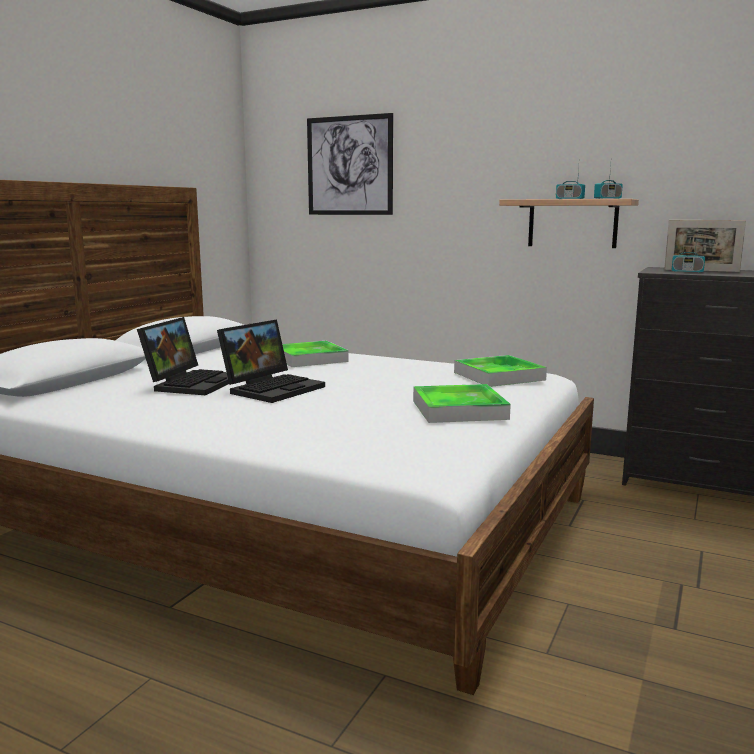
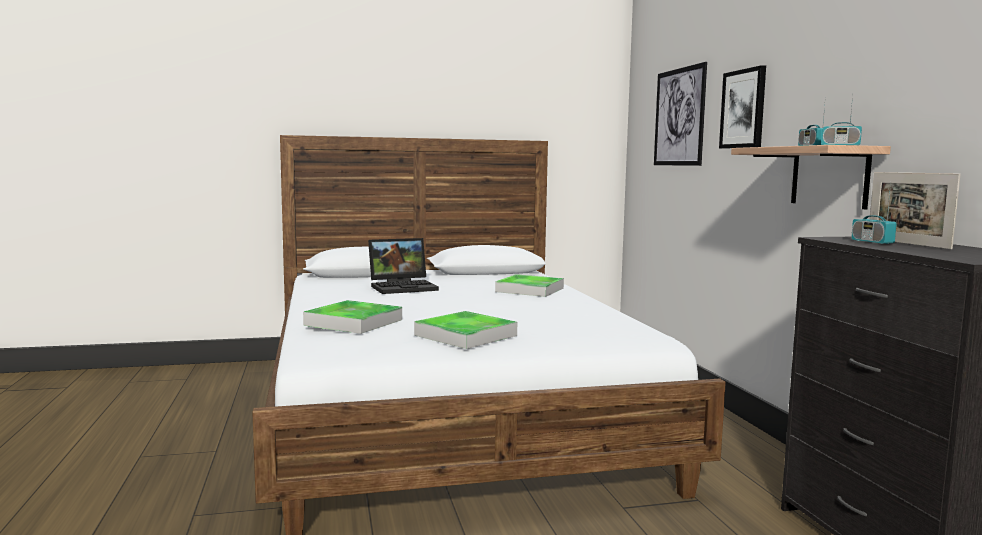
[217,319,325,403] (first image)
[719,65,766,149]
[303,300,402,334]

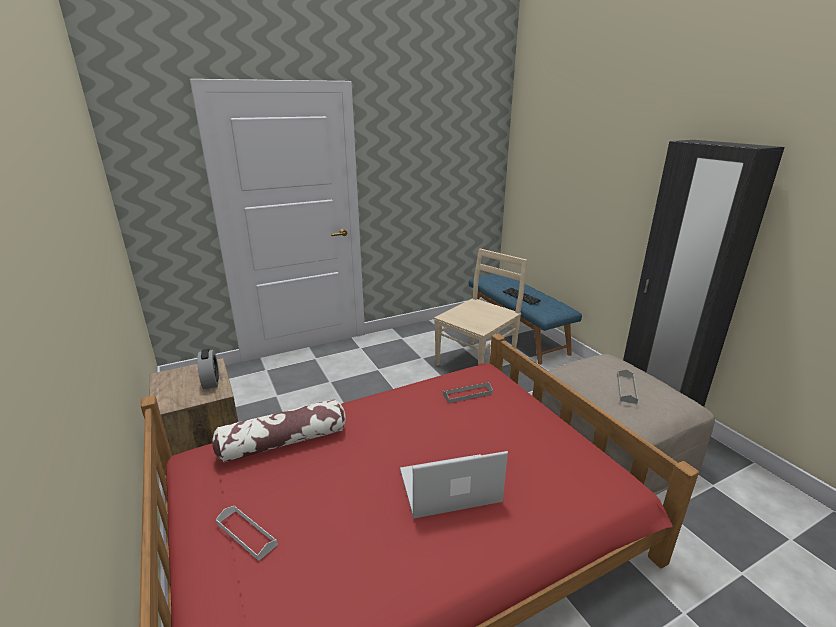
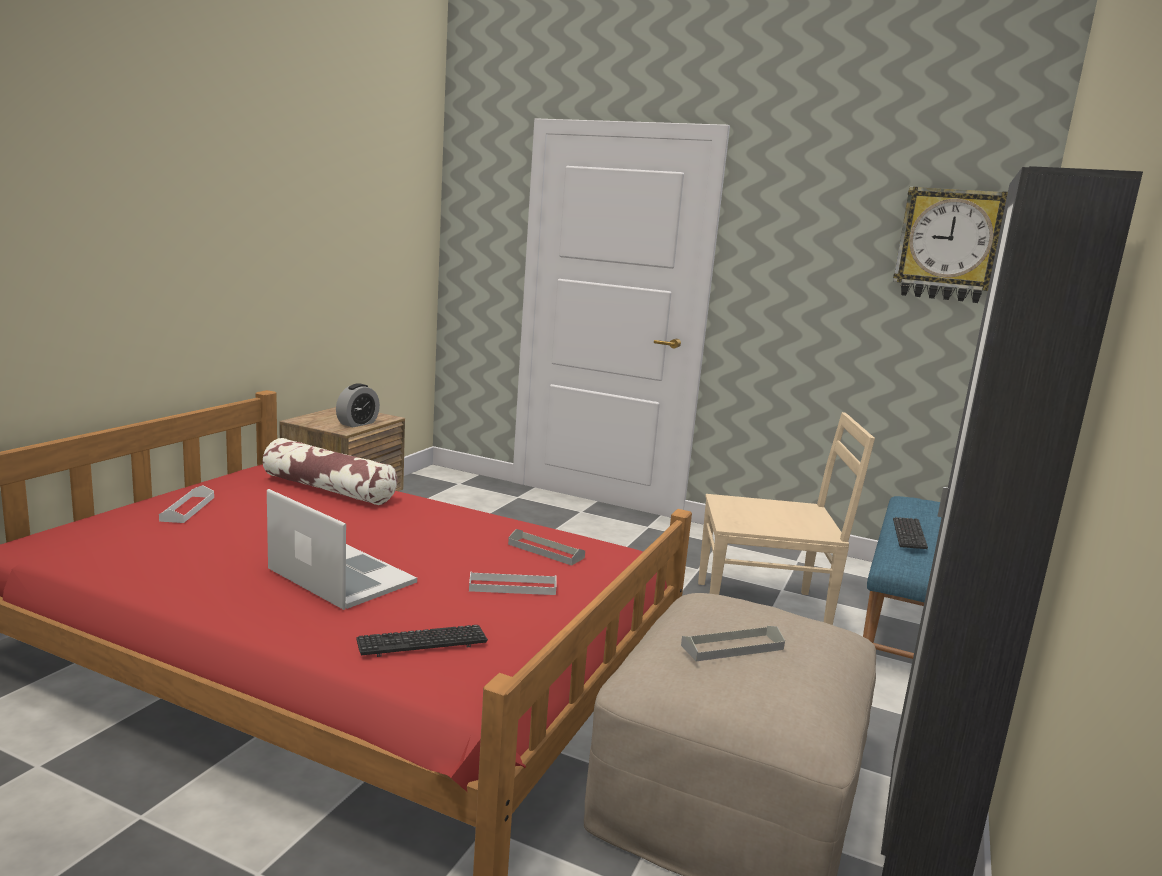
[357,625,488,657]
[469,571,556,595]
[893,186,1008,303]

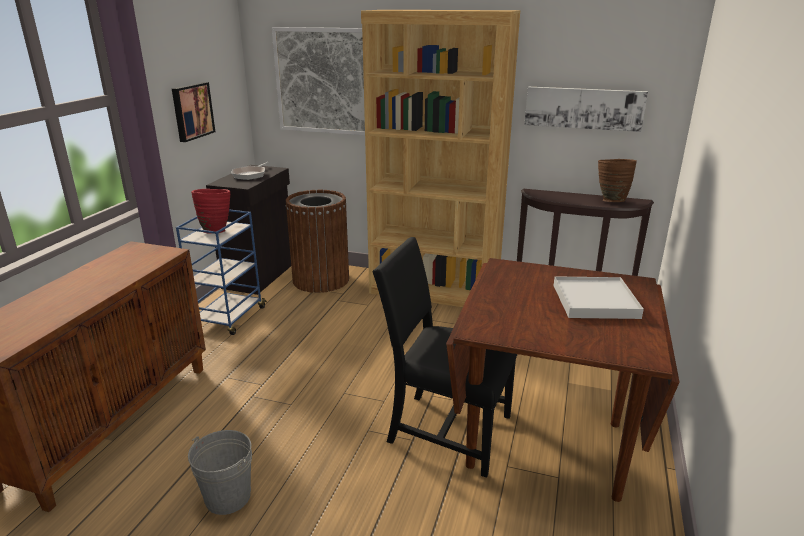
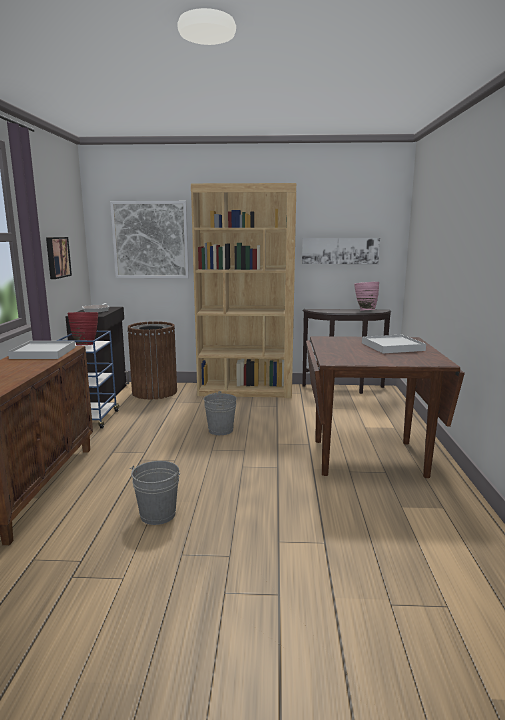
[372,237,517,477] (first image)
[8,341,75,359]
[204,391,237,435]
[354,282,379,311]

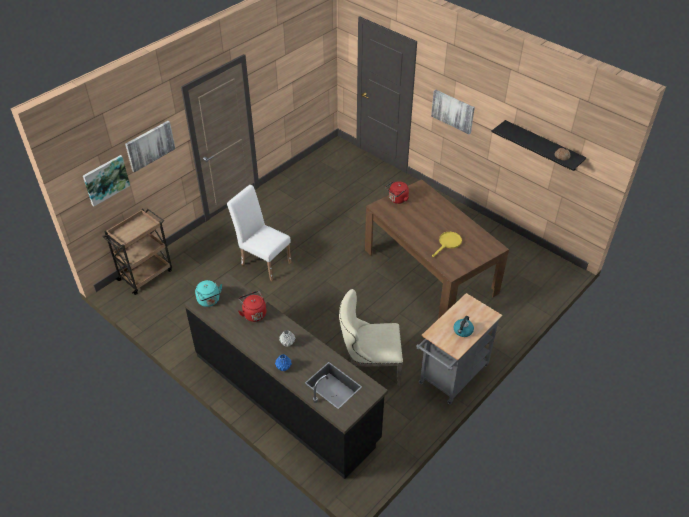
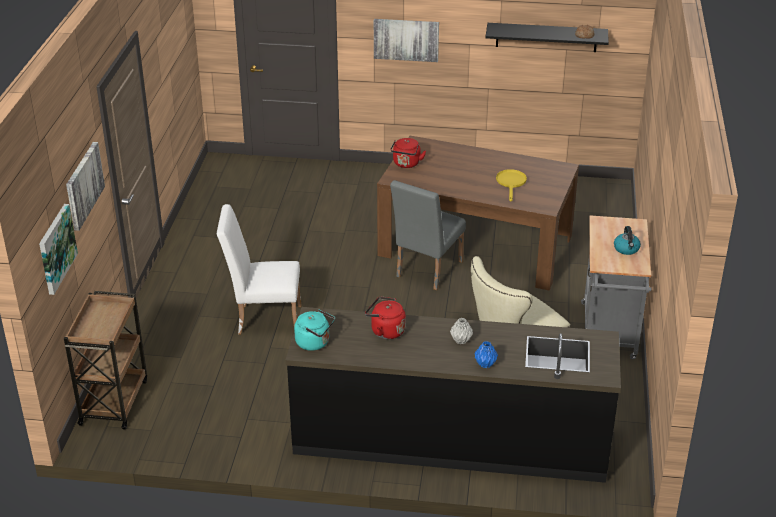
[390,180,466,290]

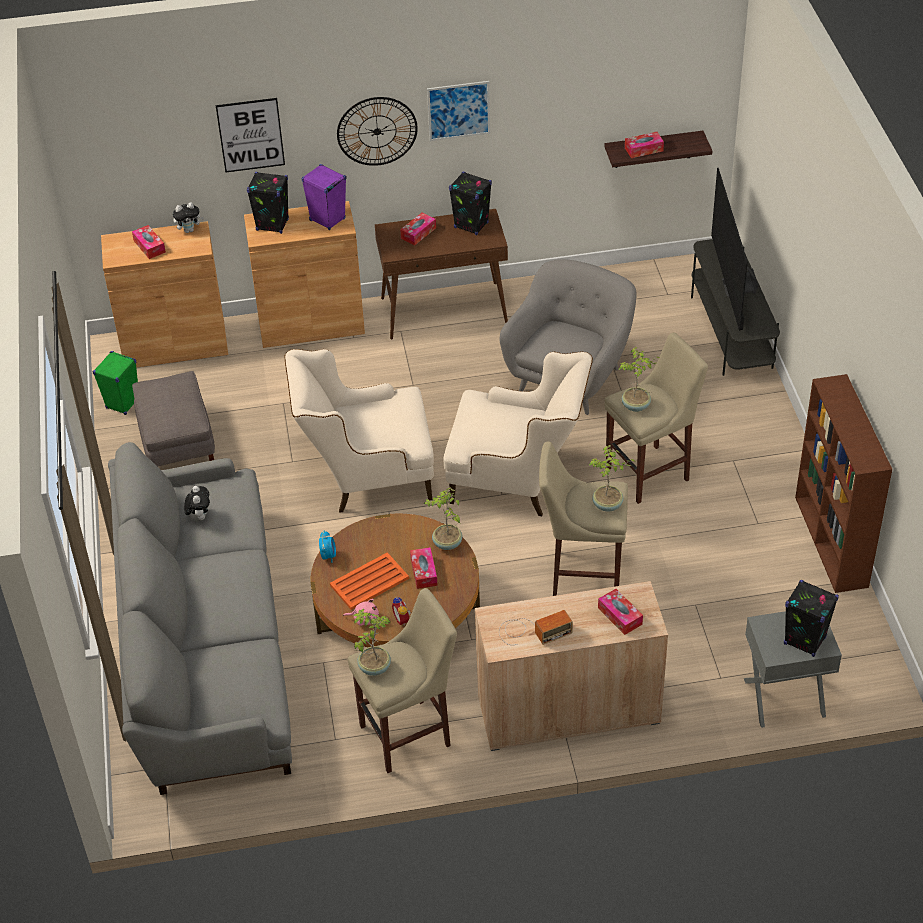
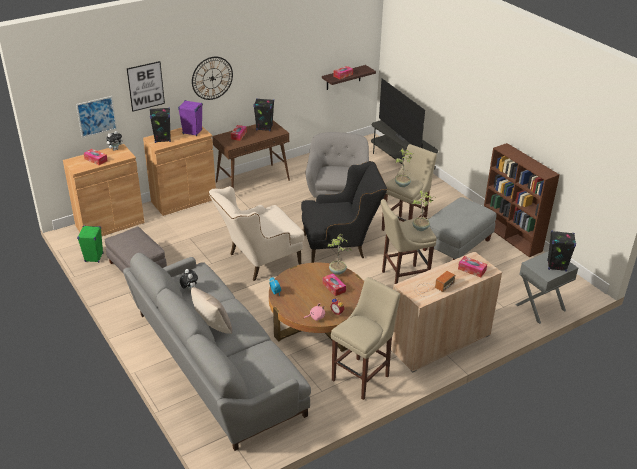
[330,552,409,610] (first image)
[352,609,391,676] (first image)
[191,287,232,334]
[423,197,496,260]
[76,96,117,138]
[301,161,387,263]

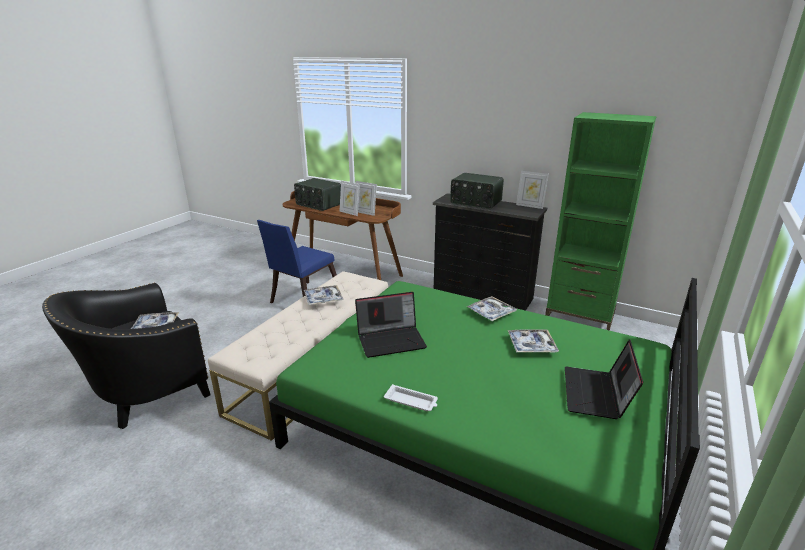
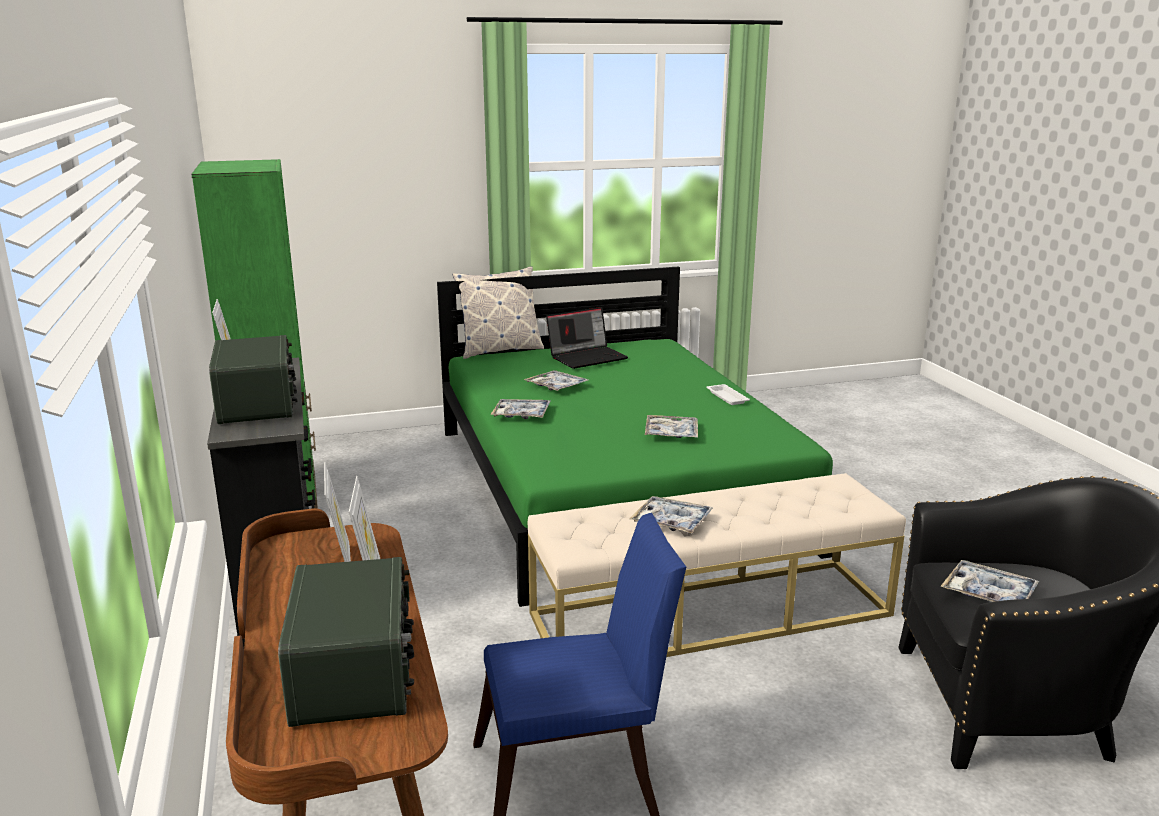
[452,267,544,359]
[645,415,698,438]

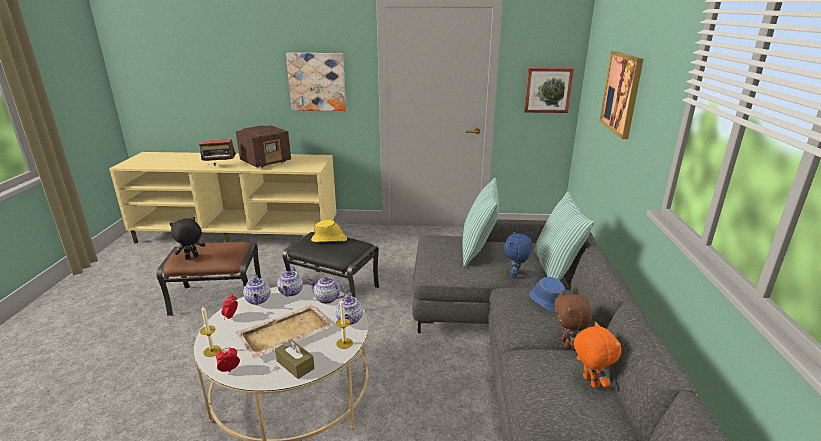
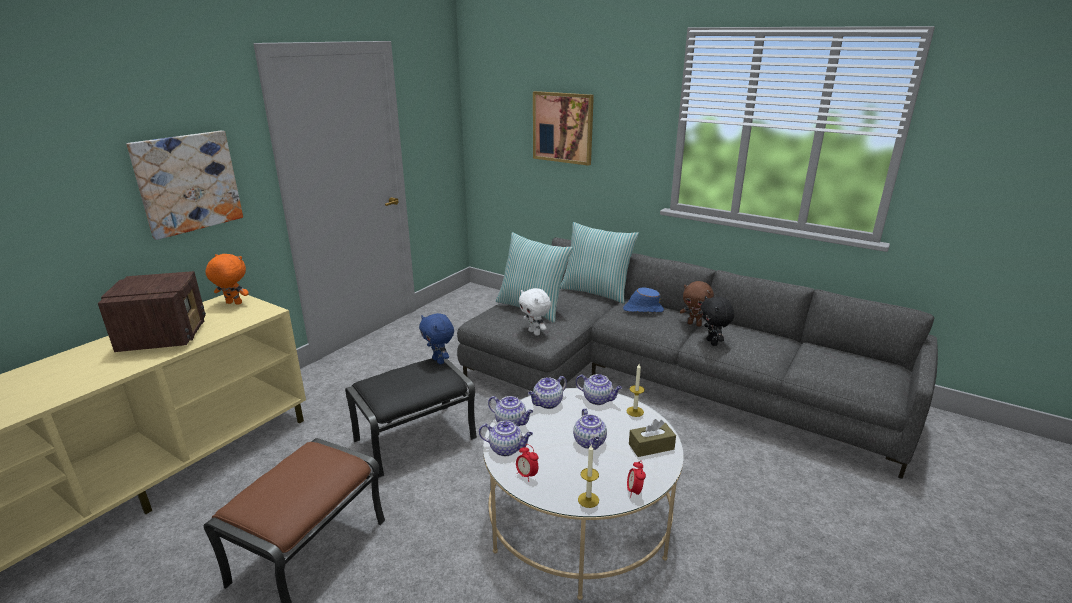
[199,139,236,166] (first image)
[311,220,347,242] (first image)
[524,68,574,113] (first image)
[519,288,551,336]
[701,296,734,346]
[419,313,454,364]
[205,254,249,305]
[573,408,607,450]

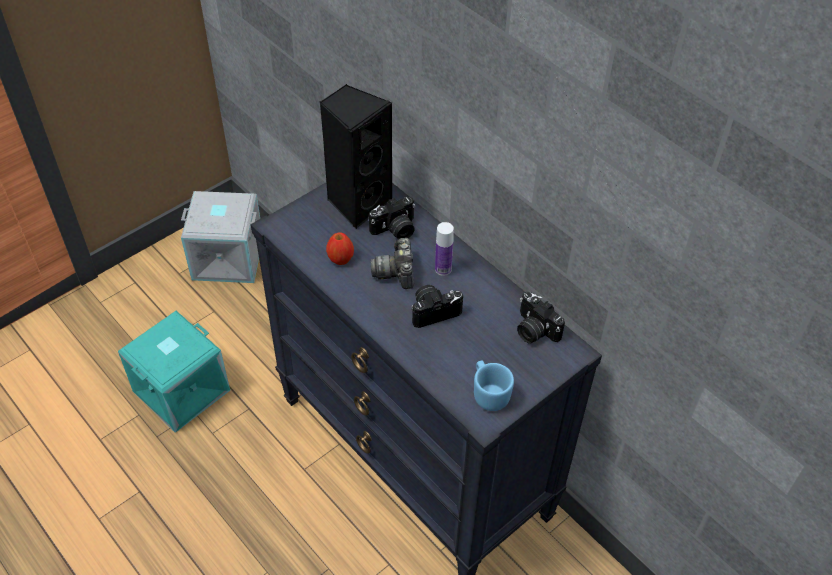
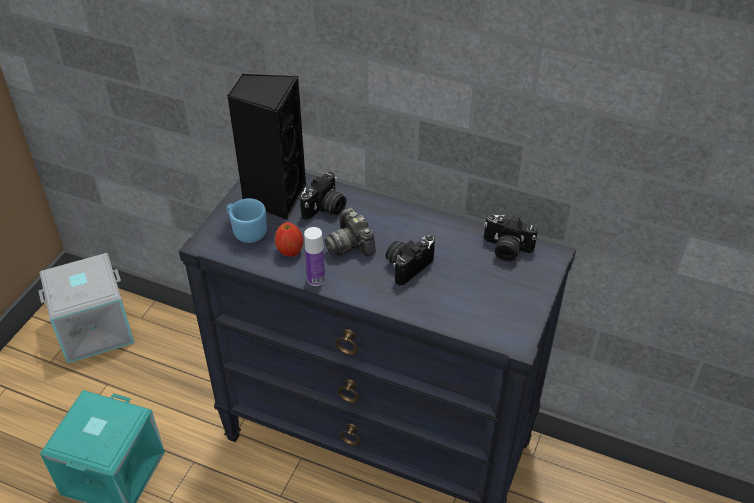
[304,227,325,286]
[226,198,267,243]

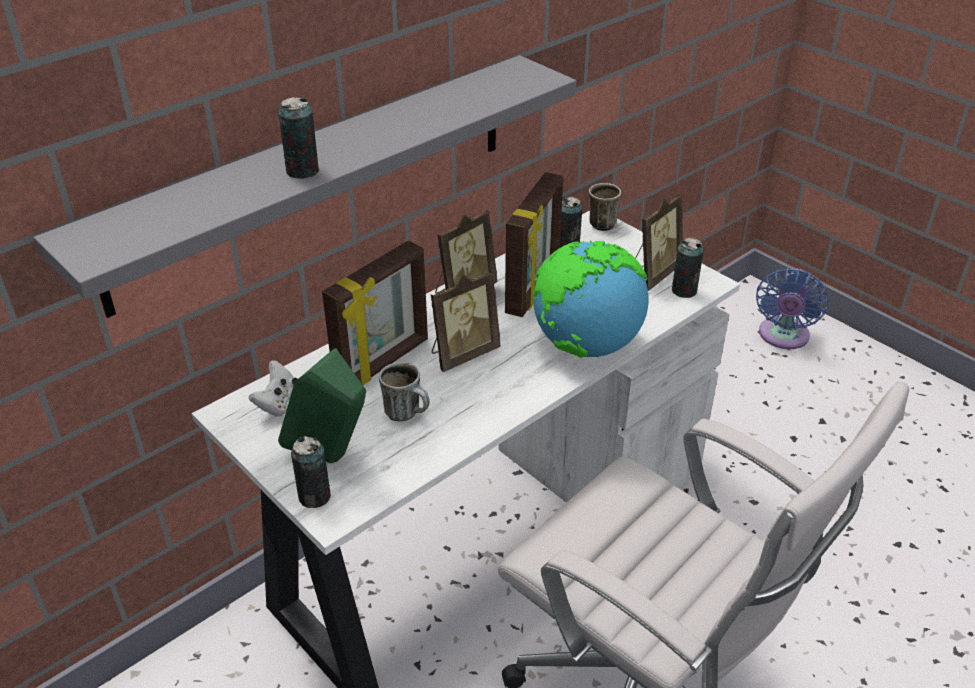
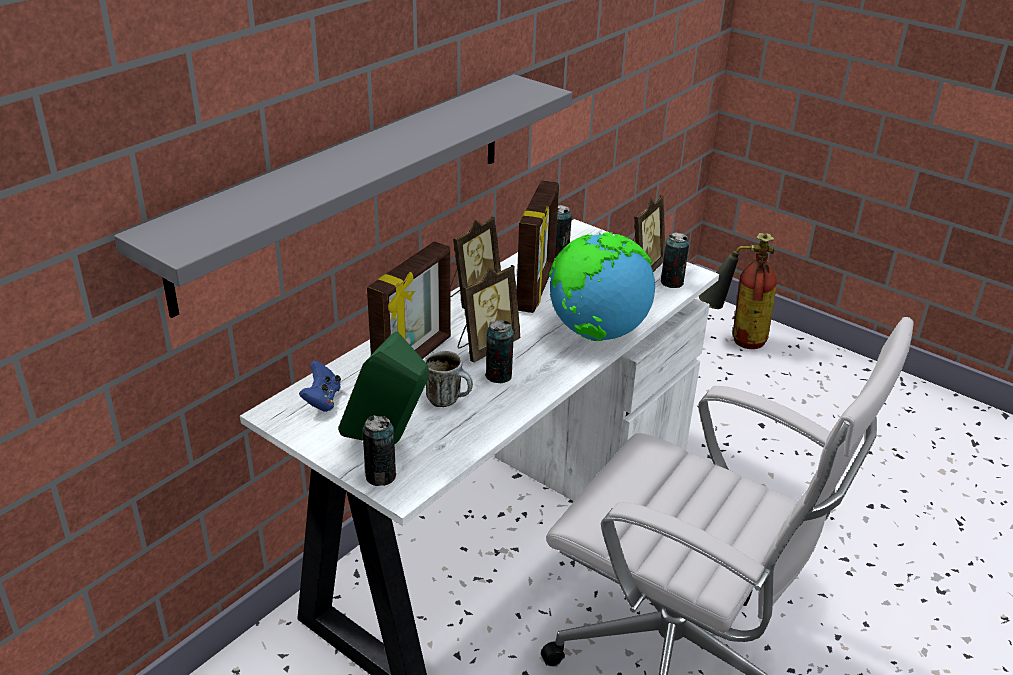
[589,183,621,231] (first image)
[485,320,514,383]
[699,233,777,349]
[299,360,341,412]

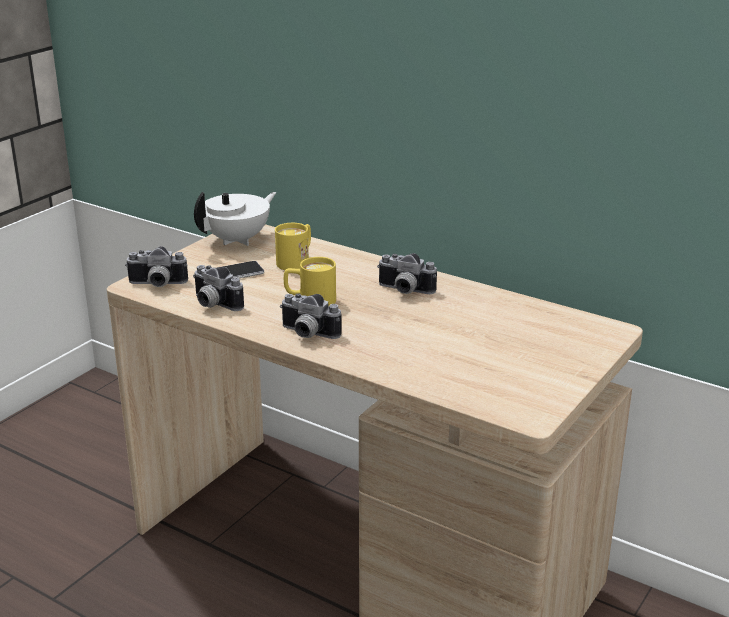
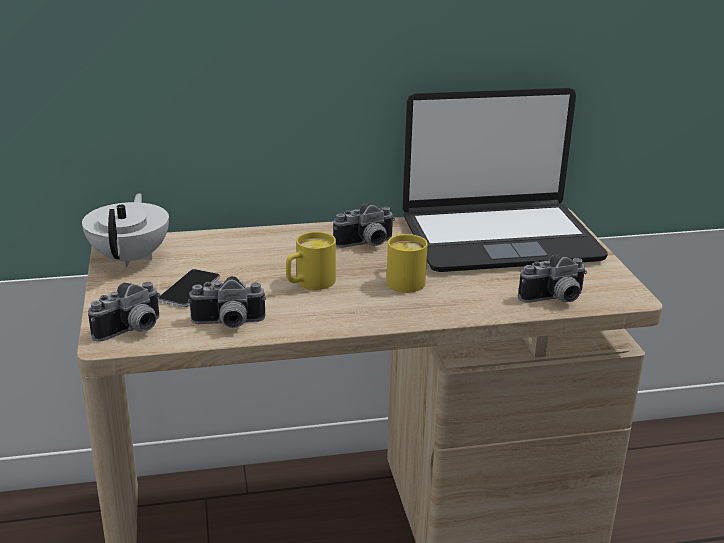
[402,87,608,272]
[387,234,428,293]
[518,254,587,303]

